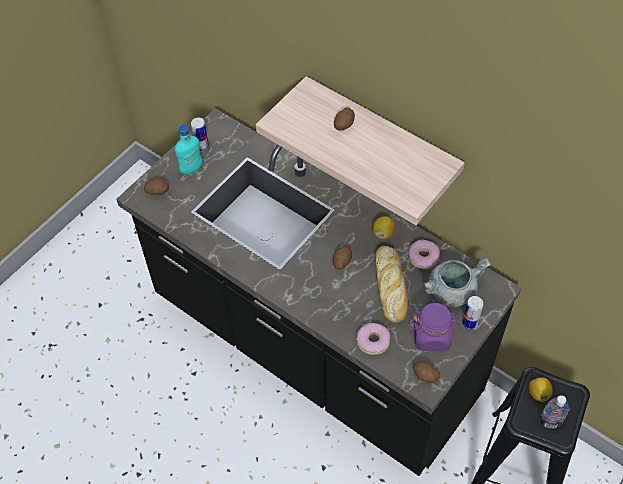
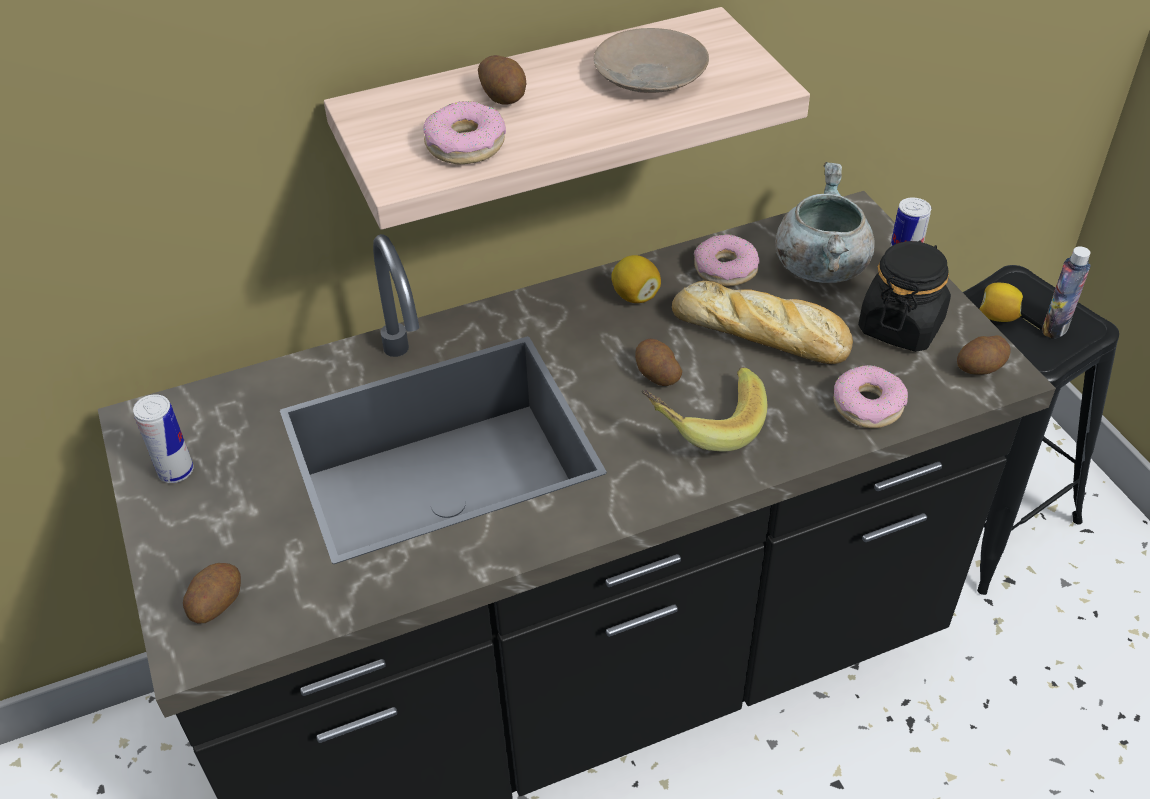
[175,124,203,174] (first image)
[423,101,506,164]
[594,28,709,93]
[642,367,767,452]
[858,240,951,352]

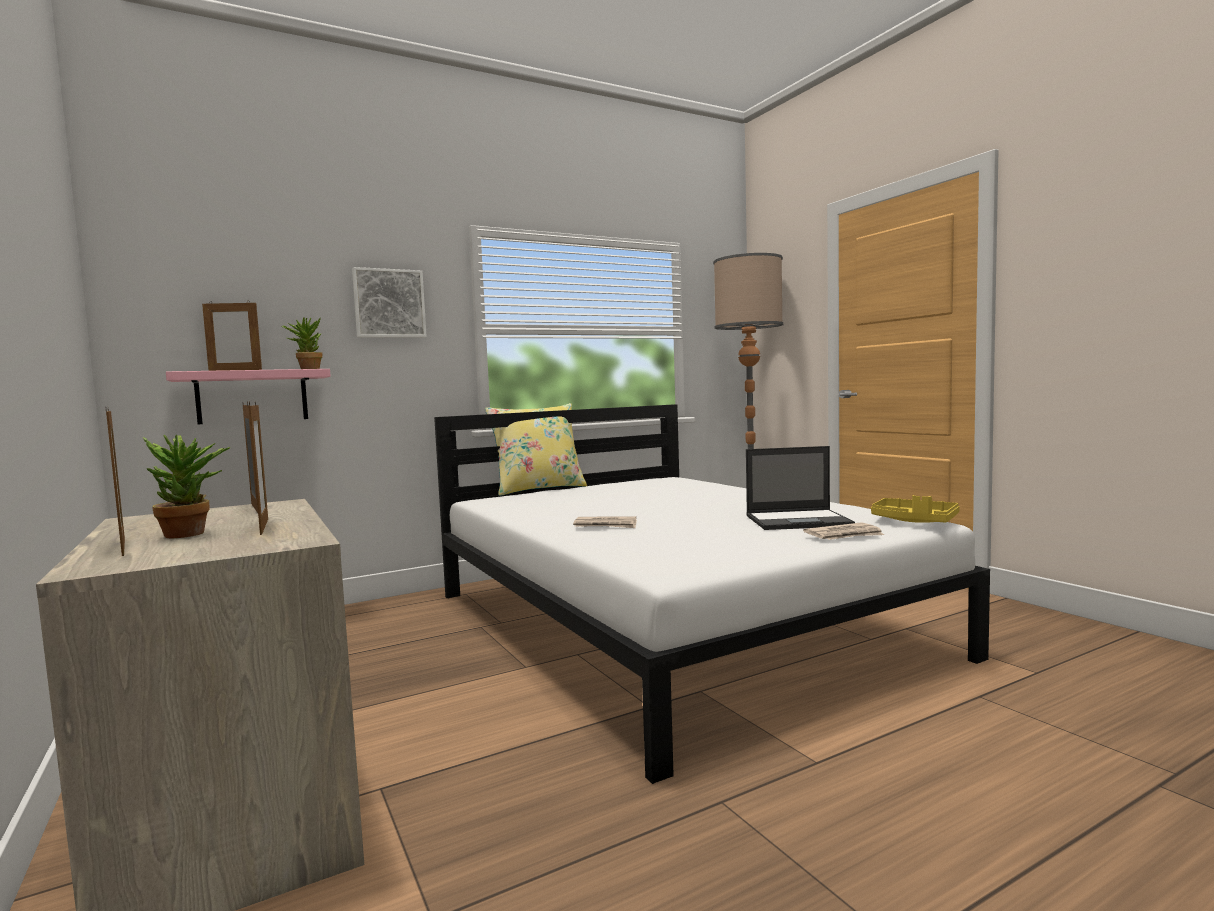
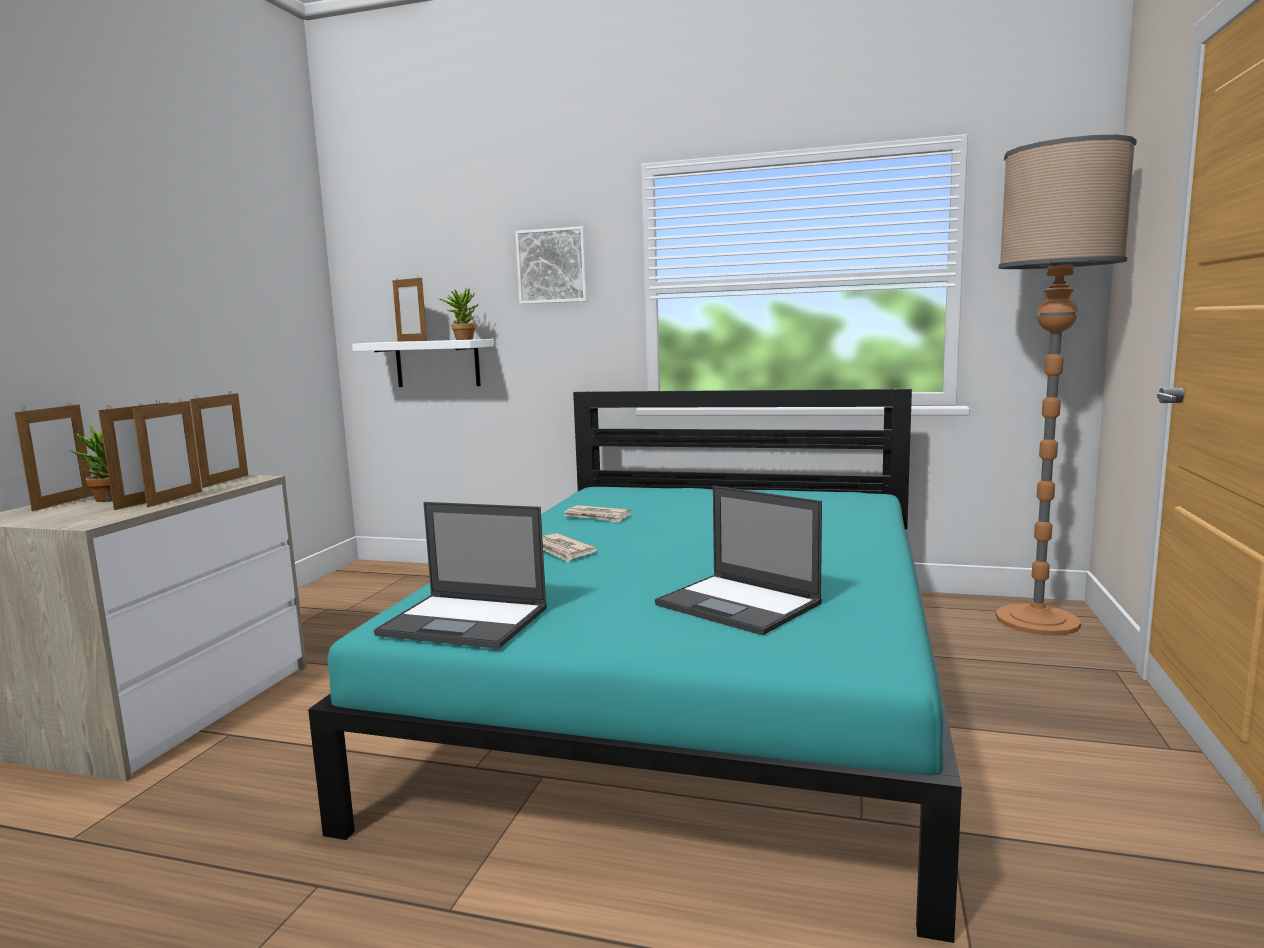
[485,403,587,496] (first image)
[871,495,960,523] (first image)
[132,399,202,507]
[374,502,547,649]
[564,505,631,523]
[352,339,494,387]
[308,389,962,943]

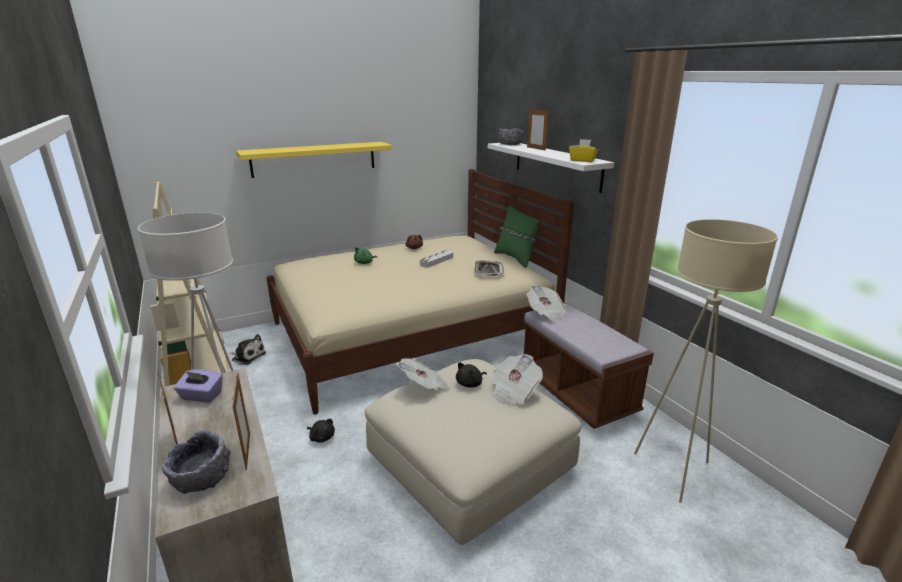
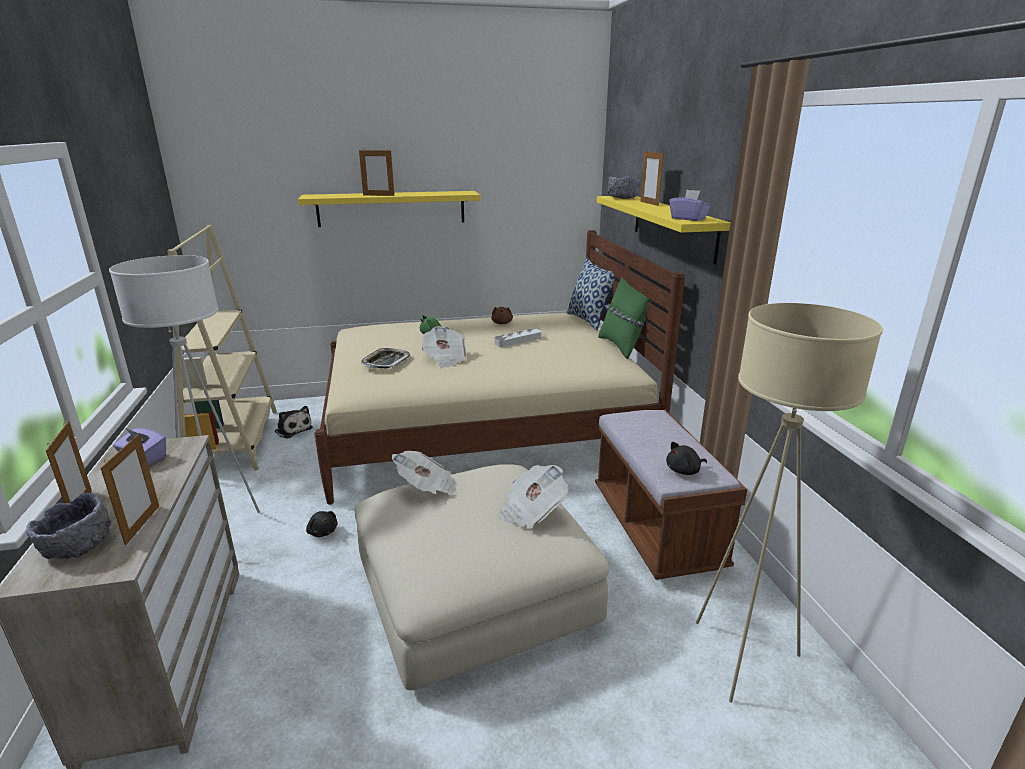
[359,149,394,196]
[566,258,617,331]
[666,442,707,475]
[361,348,410,369]
[422,326,467,368]
[597,196,730,264]
[669,190,711,221]

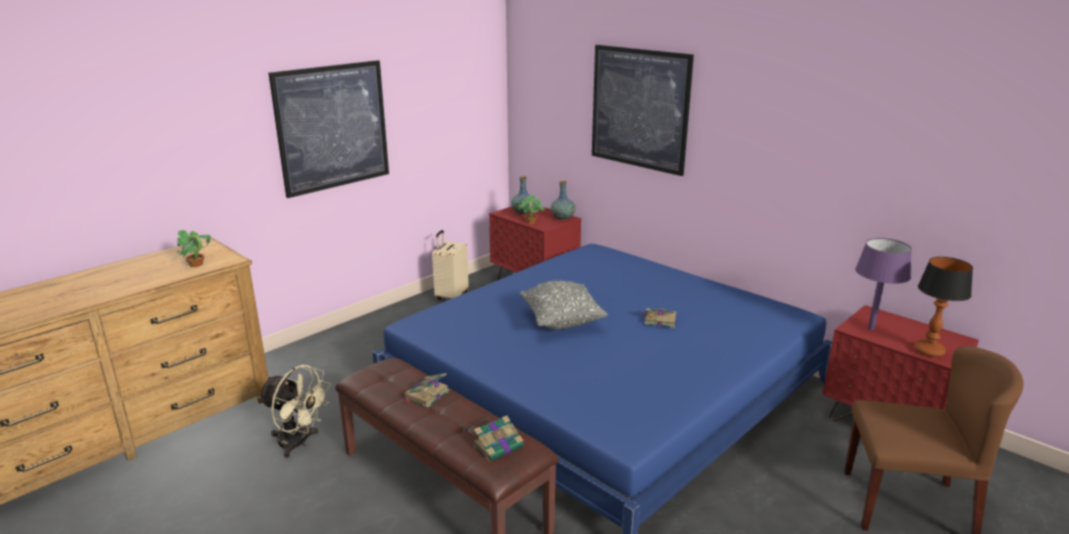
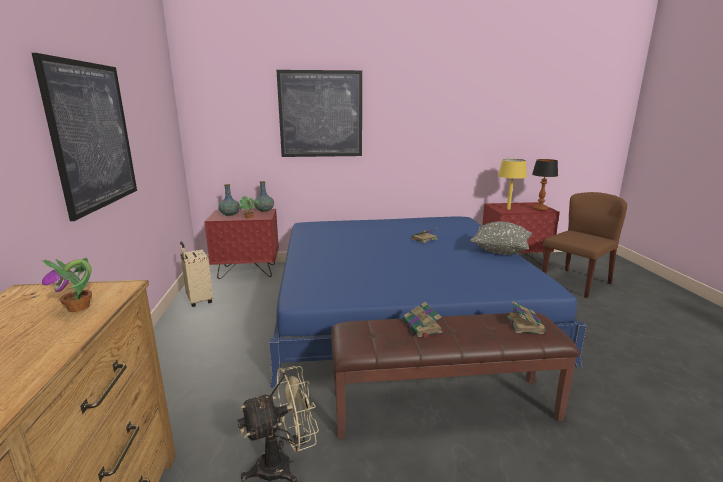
[470,221,532,255]
[498,159,527,210]

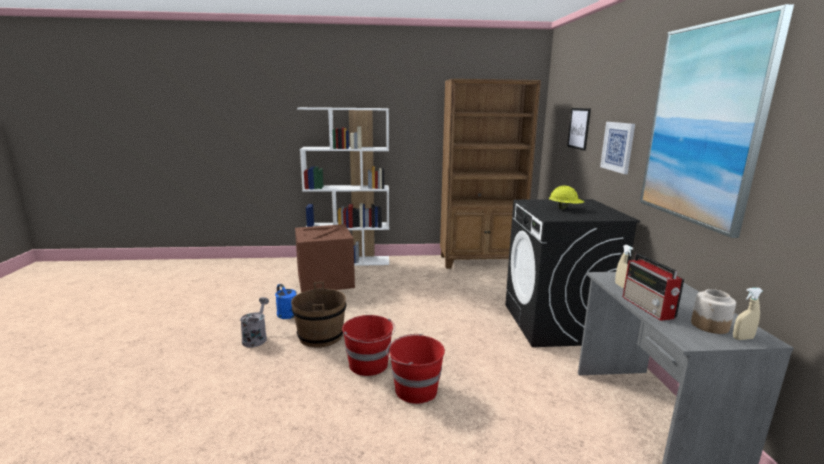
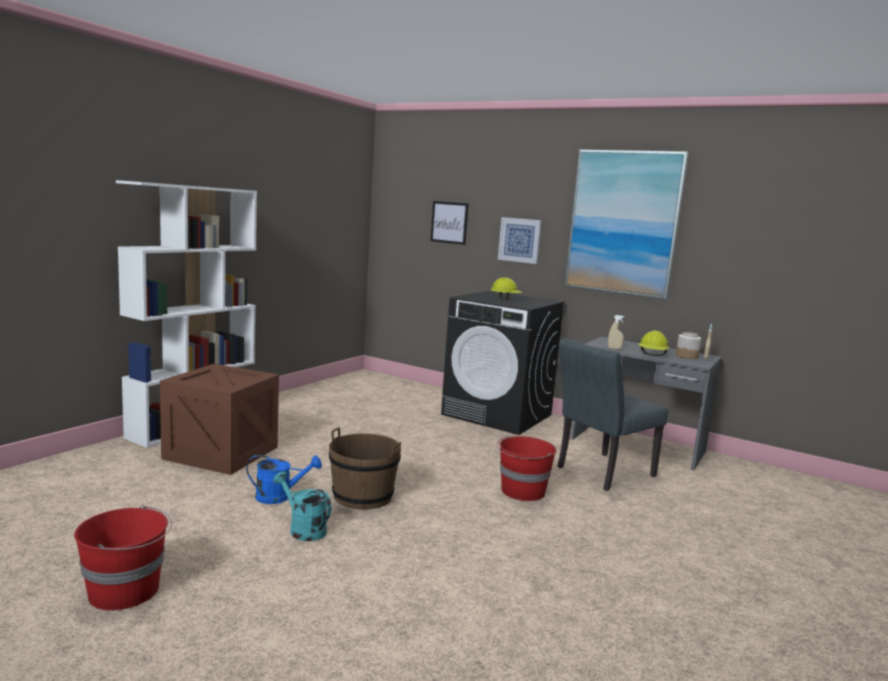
[440,79,541,269] (first image)
[557,338,668,491]
[74,505,172,611]
[638,331,669,356]
[273,471,332,541]

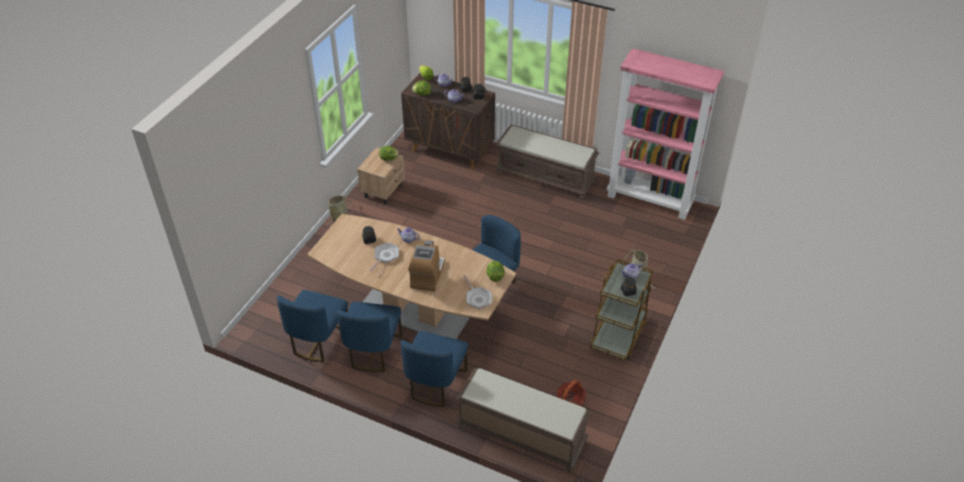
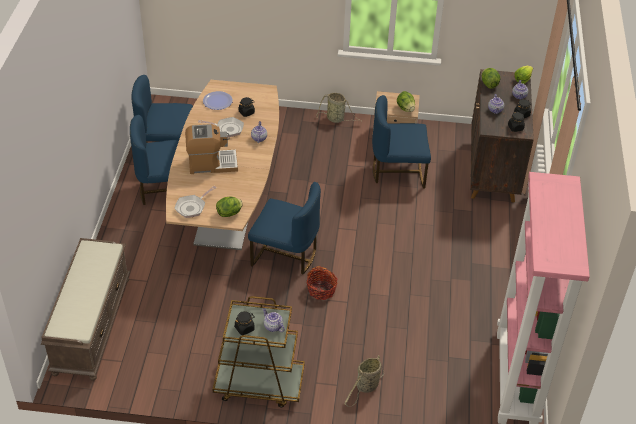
[495,124,599,199] (first image)
[203,91,233,110]
[372,95,431,189]
[307,266,337,300]

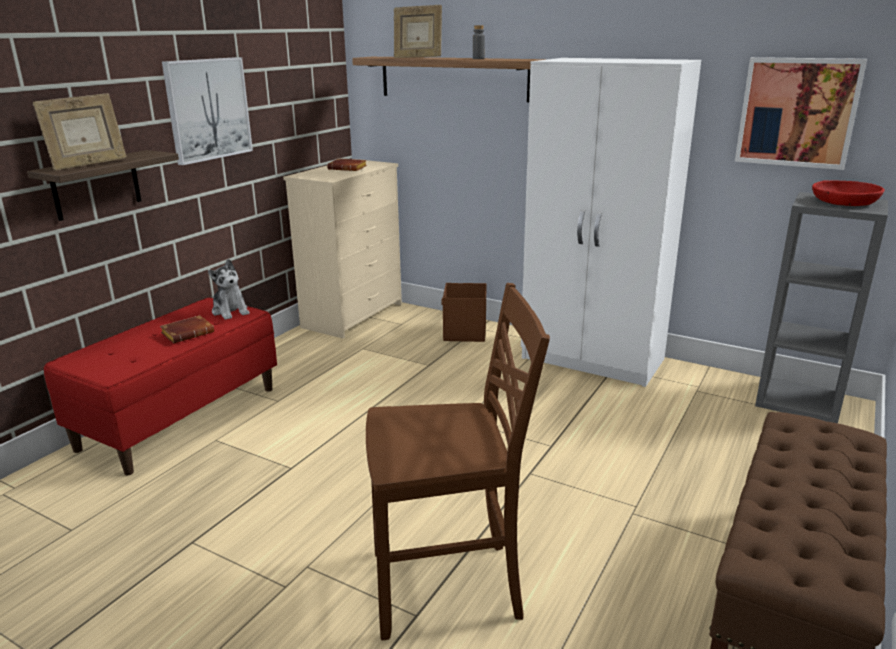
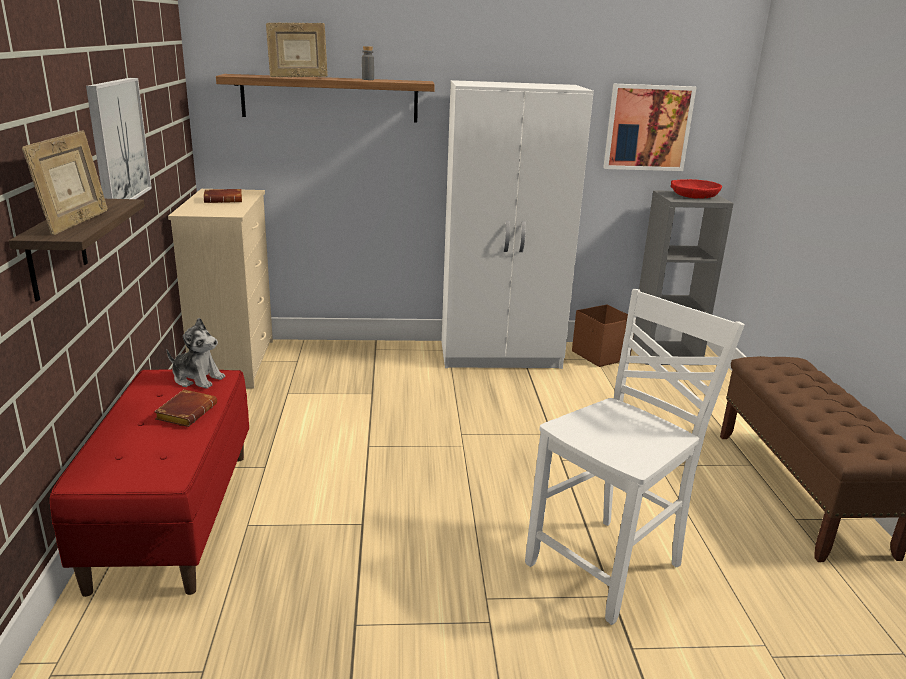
[572,304,634,367]
[525,289,745,625]

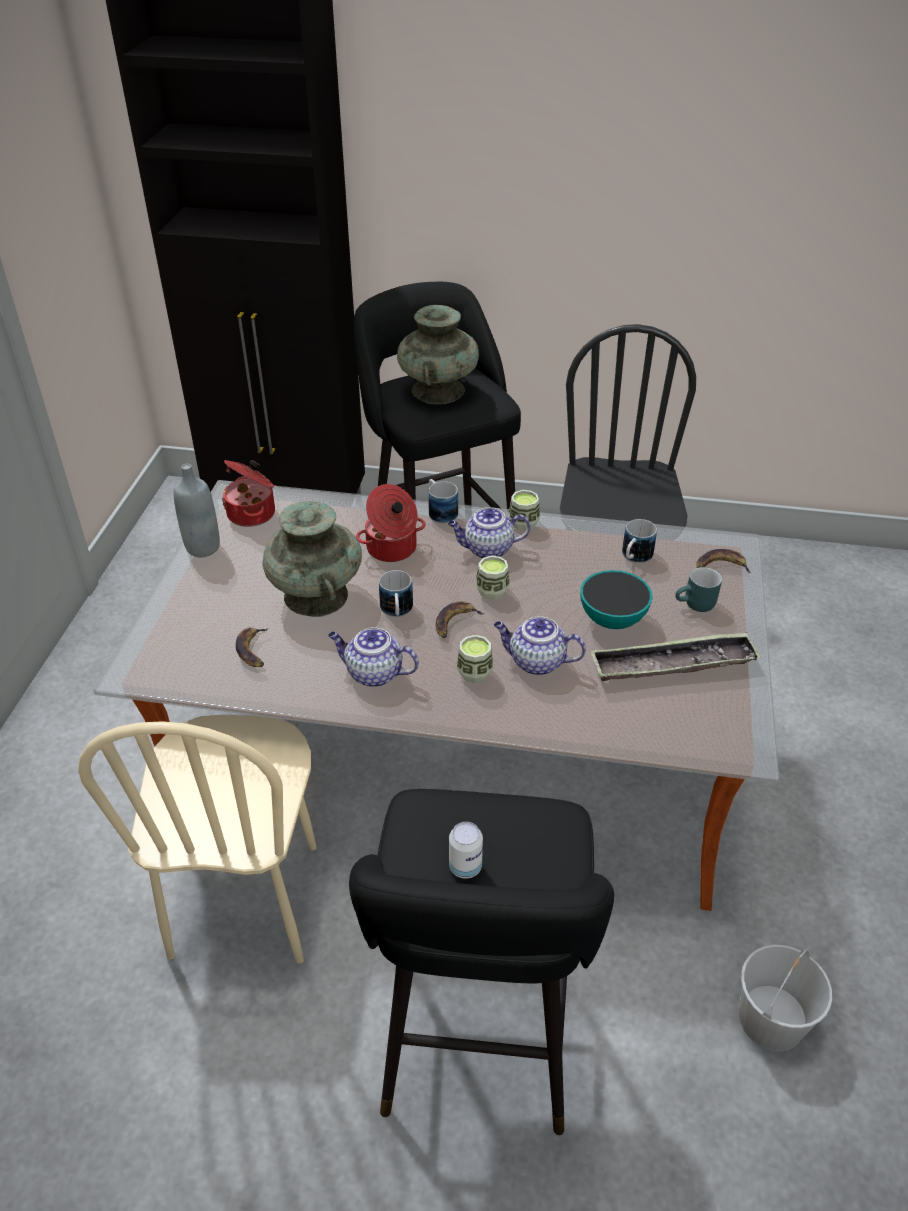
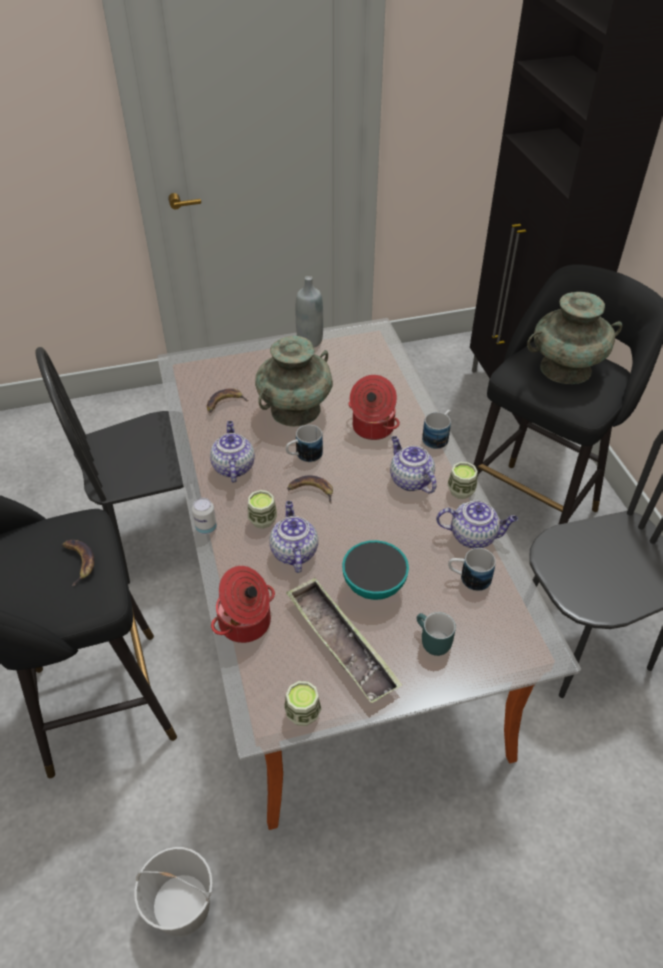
[436,500,518,548]
[211,566,275,643]
[192,498,217,535]
[284,681,321,726]
[62,540,95,586]
[35,347,184,584]

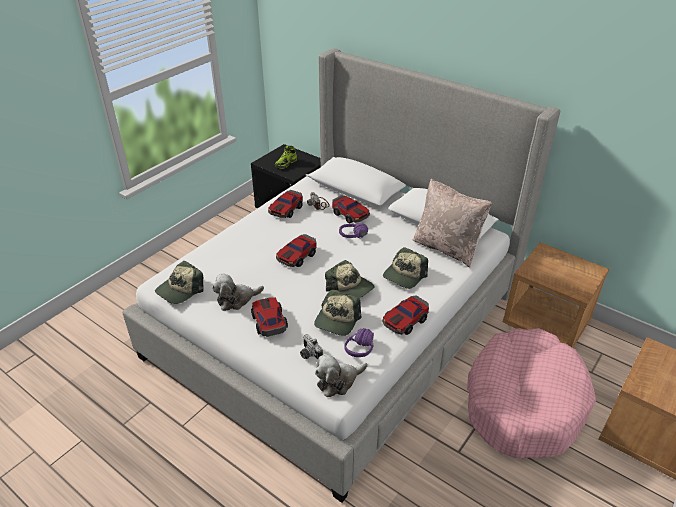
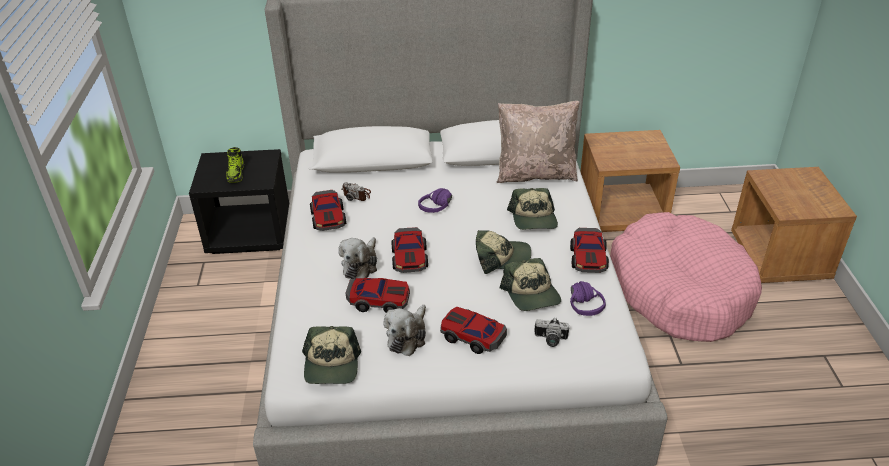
[338,237,377,279]
[346,278,410,313]

